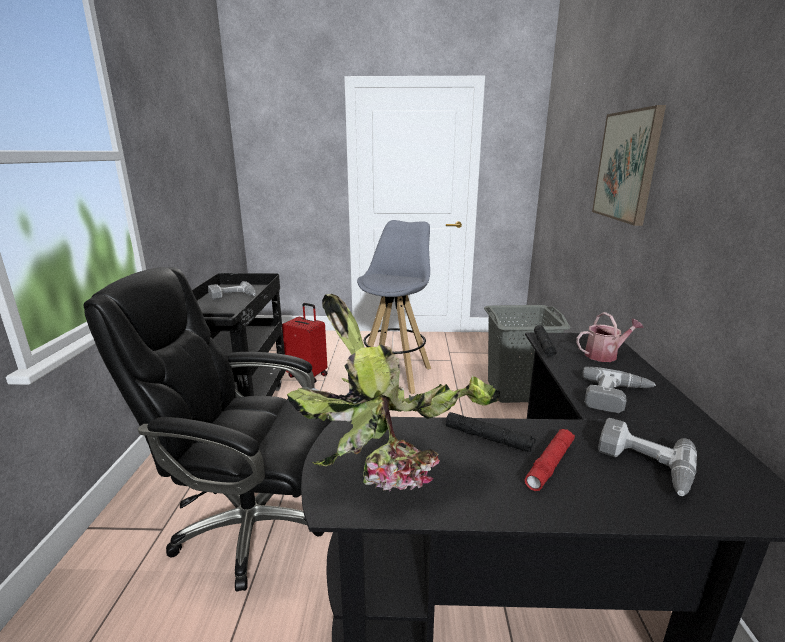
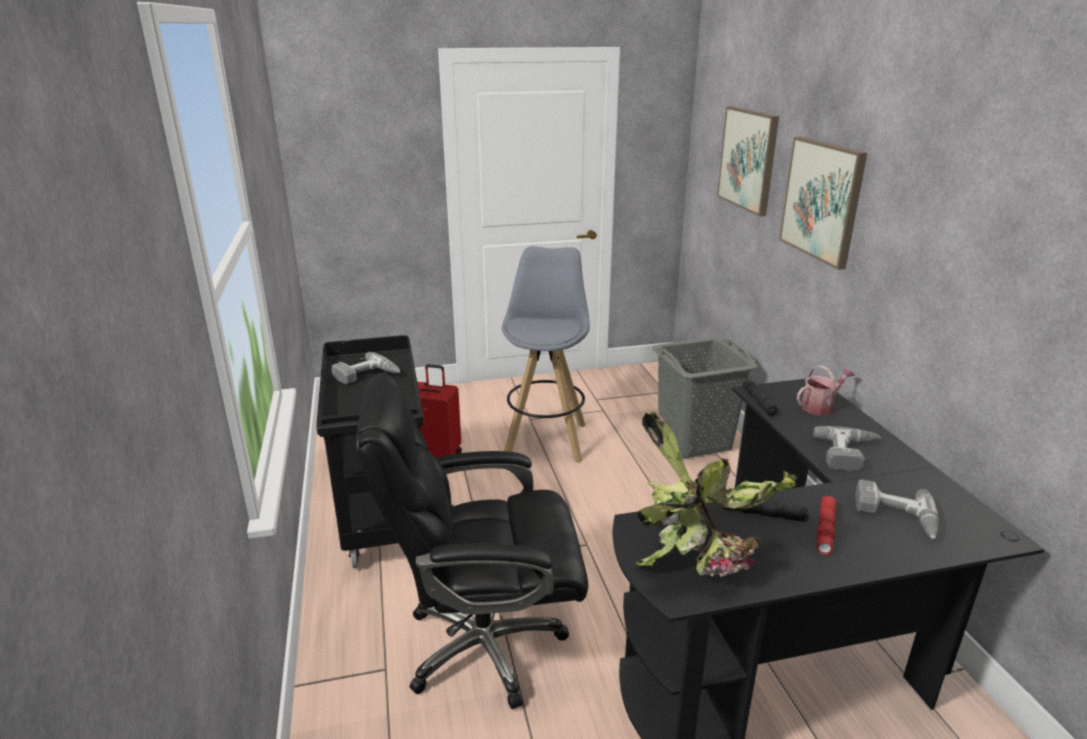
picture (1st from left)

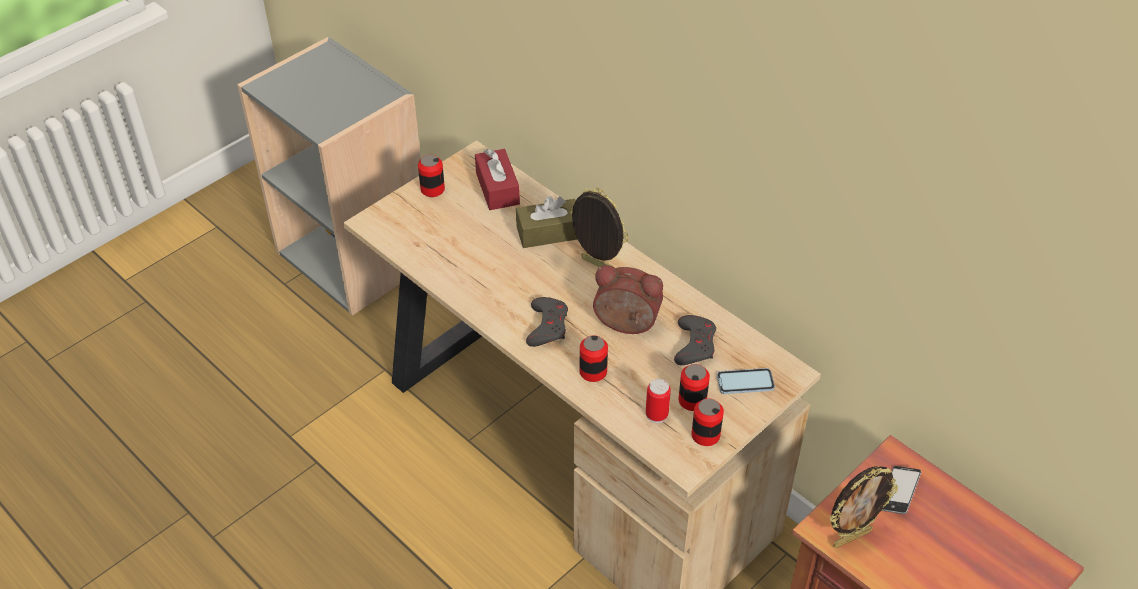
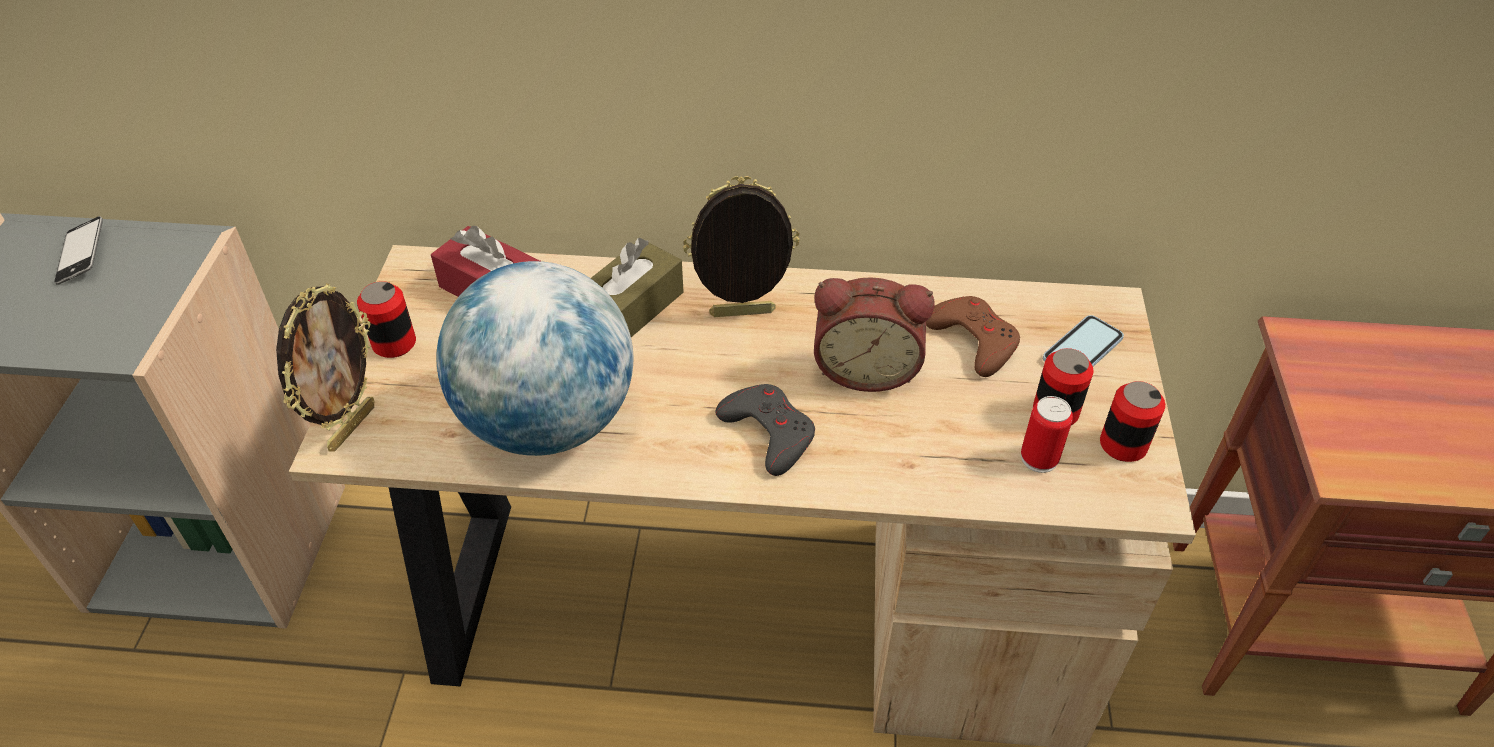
alarm clock
brown game controller
can (2nd from left in the first image)
picture frame (1st from left)
phone (1st from left)
globe

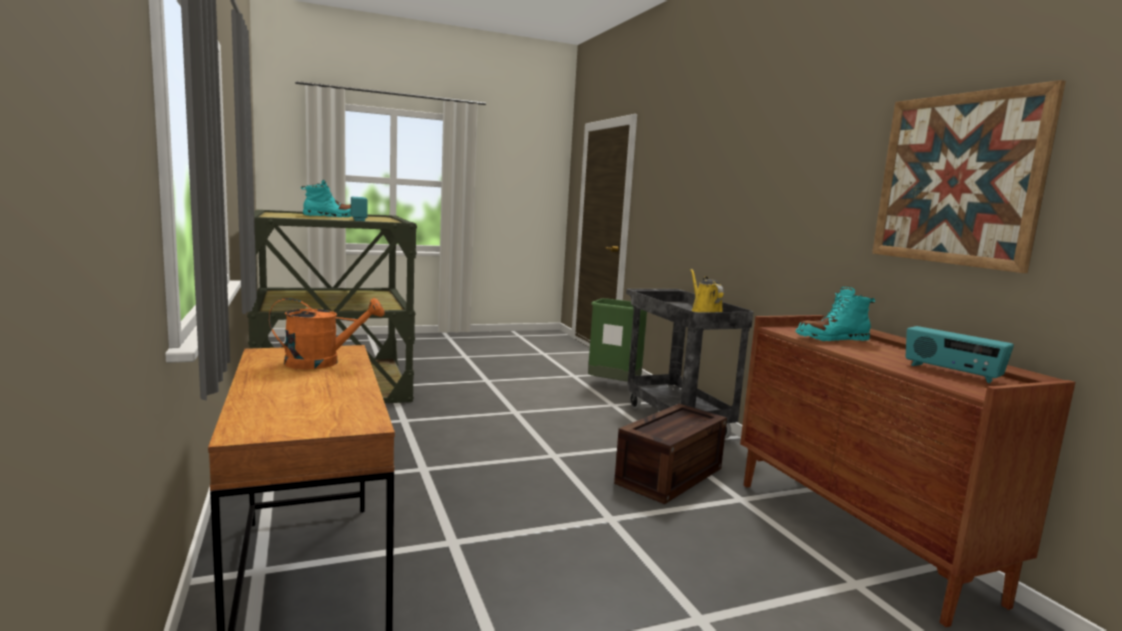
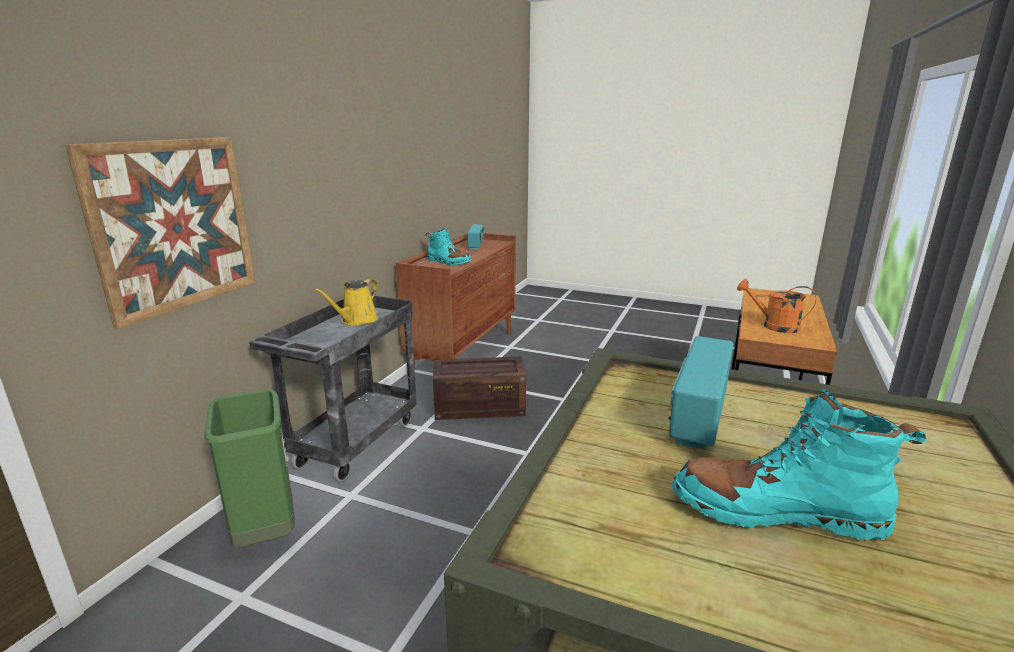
picture

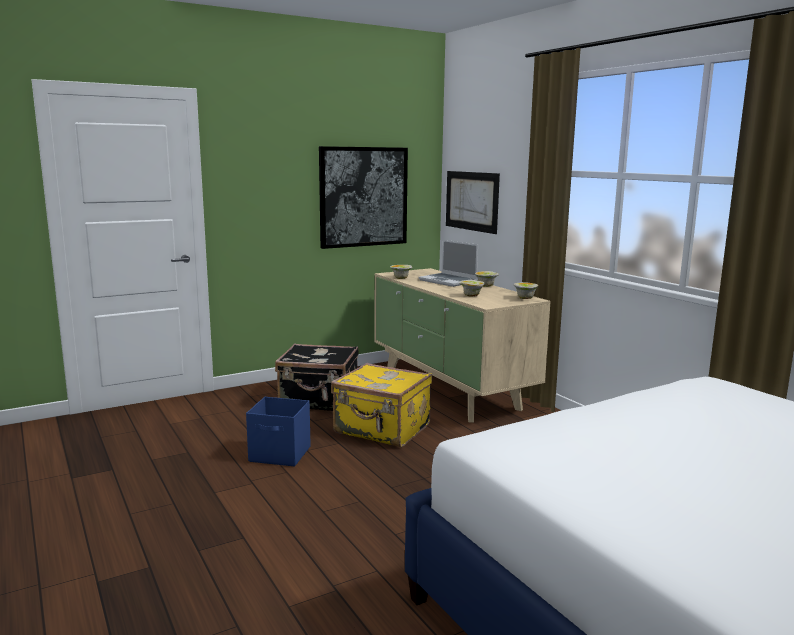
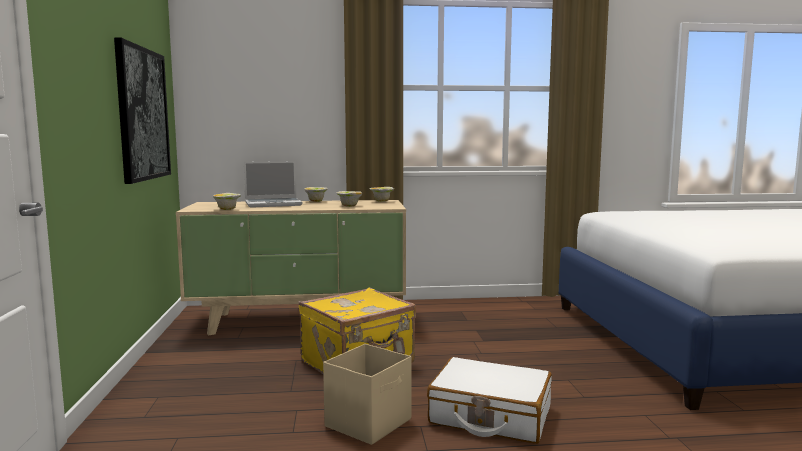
picture (2nd from left in the first image)
black suitcase
beige storage box
white suitcase

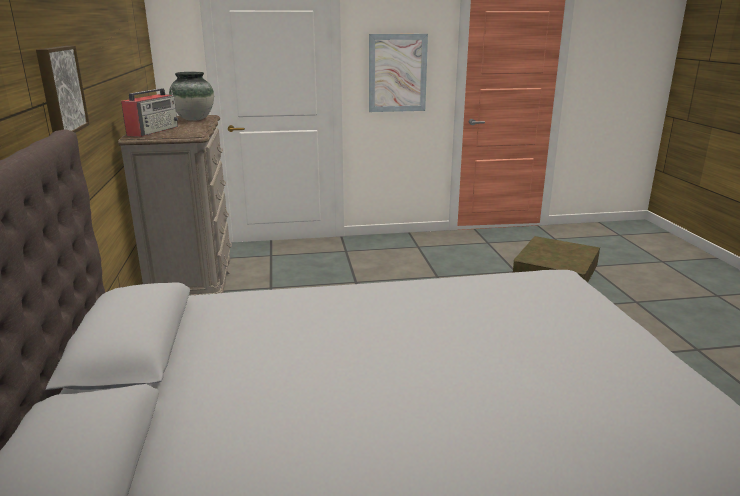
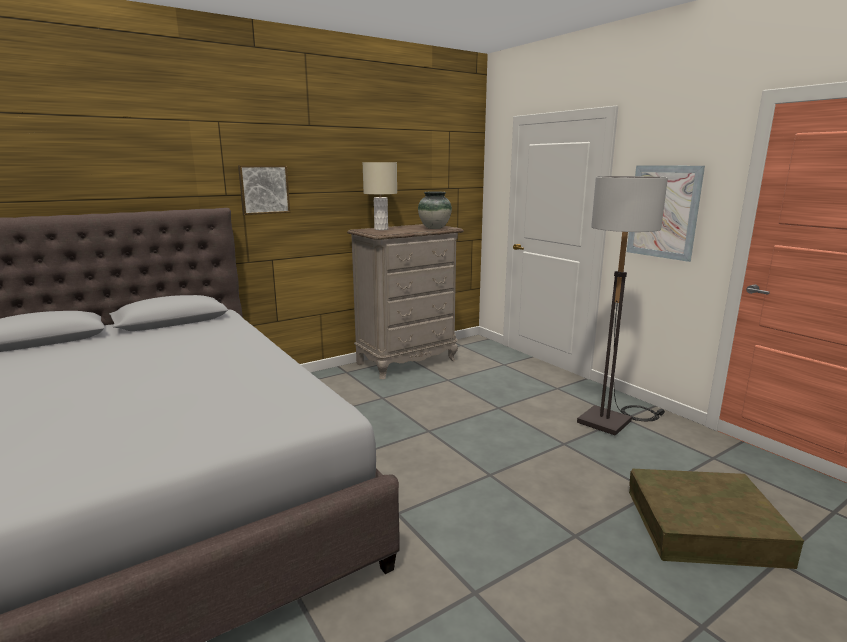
beige table lamp
floor lamp

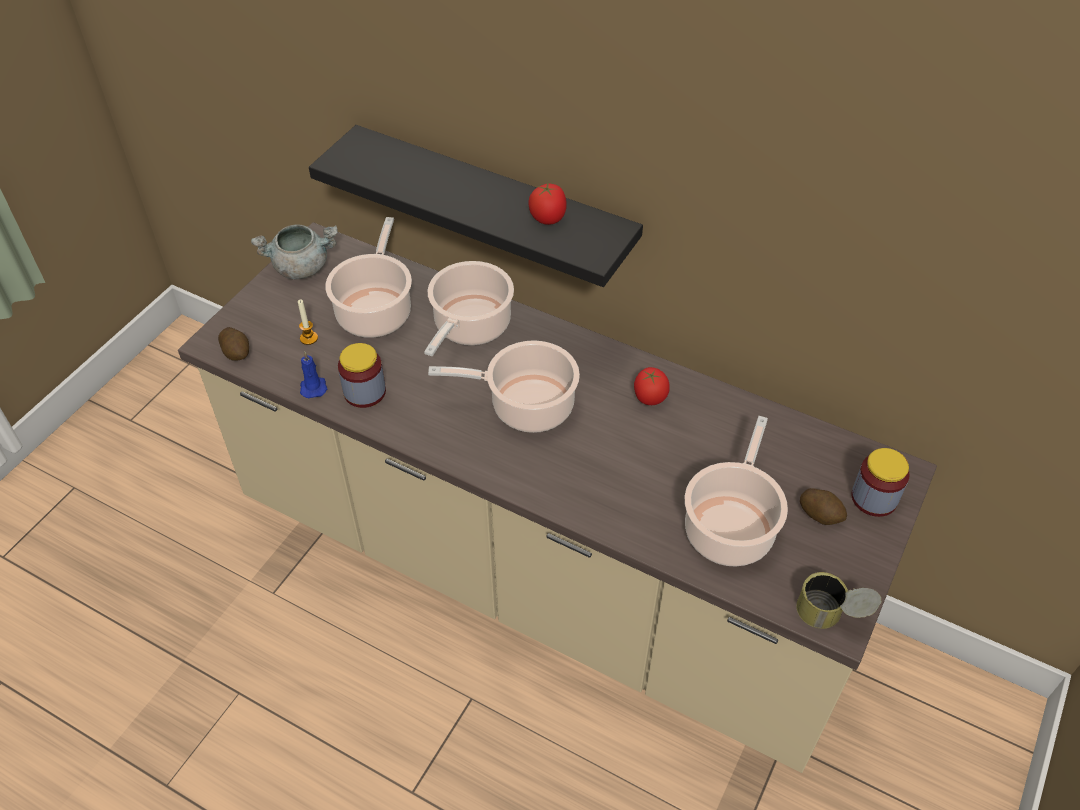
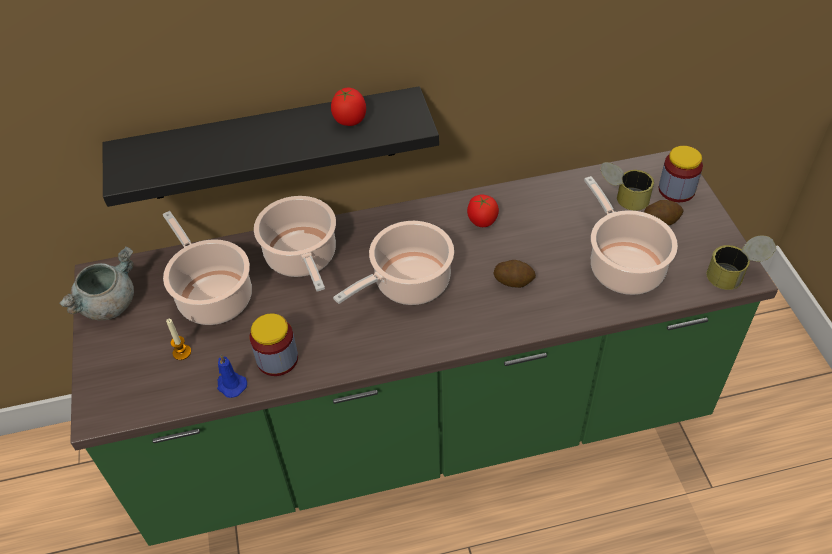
green counter
potato (1st from left)
can (1st from left)

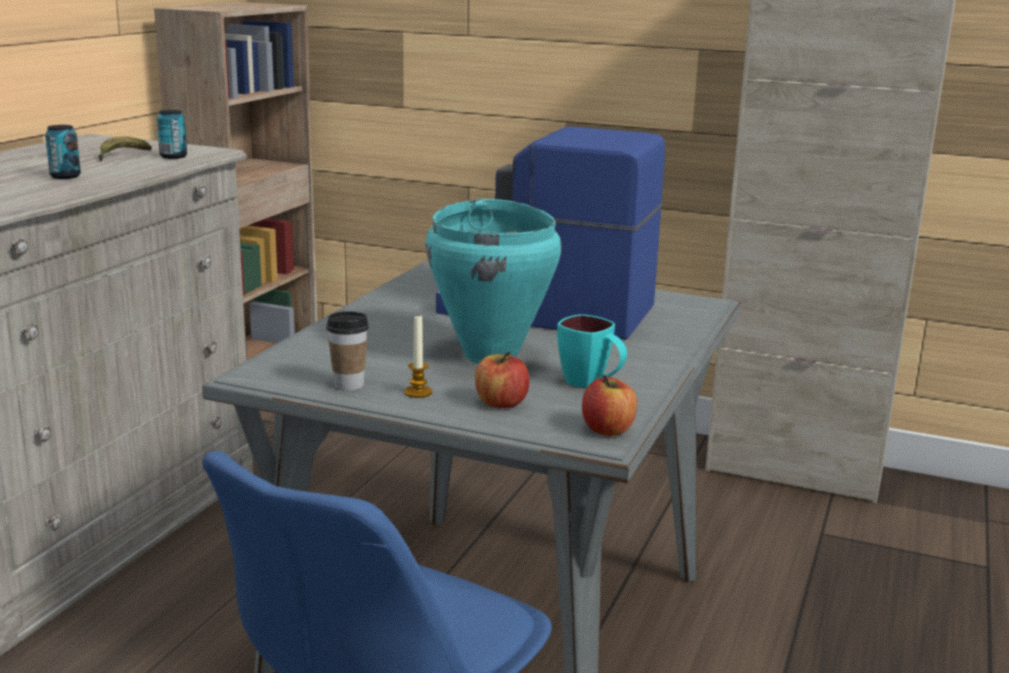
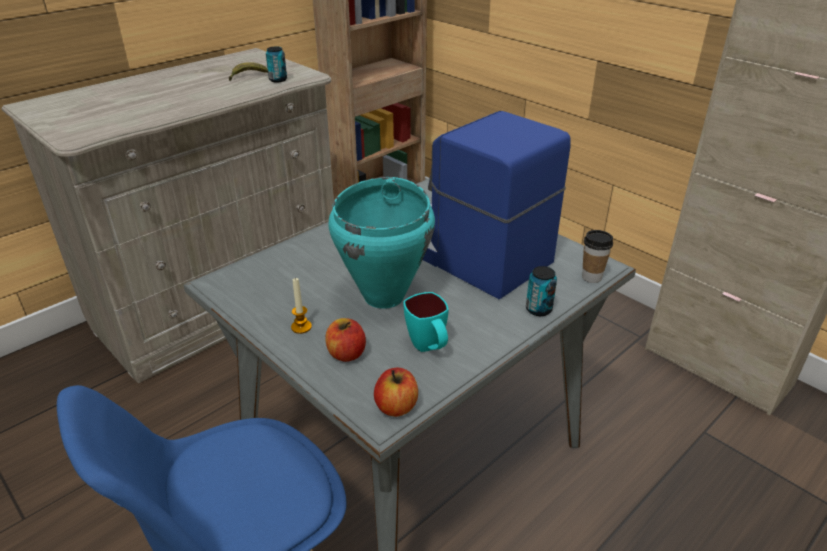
can (2nd from left)
cup

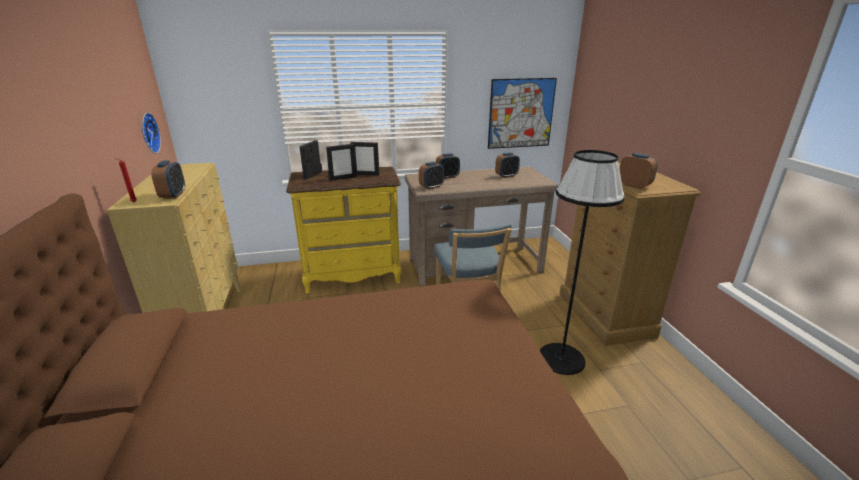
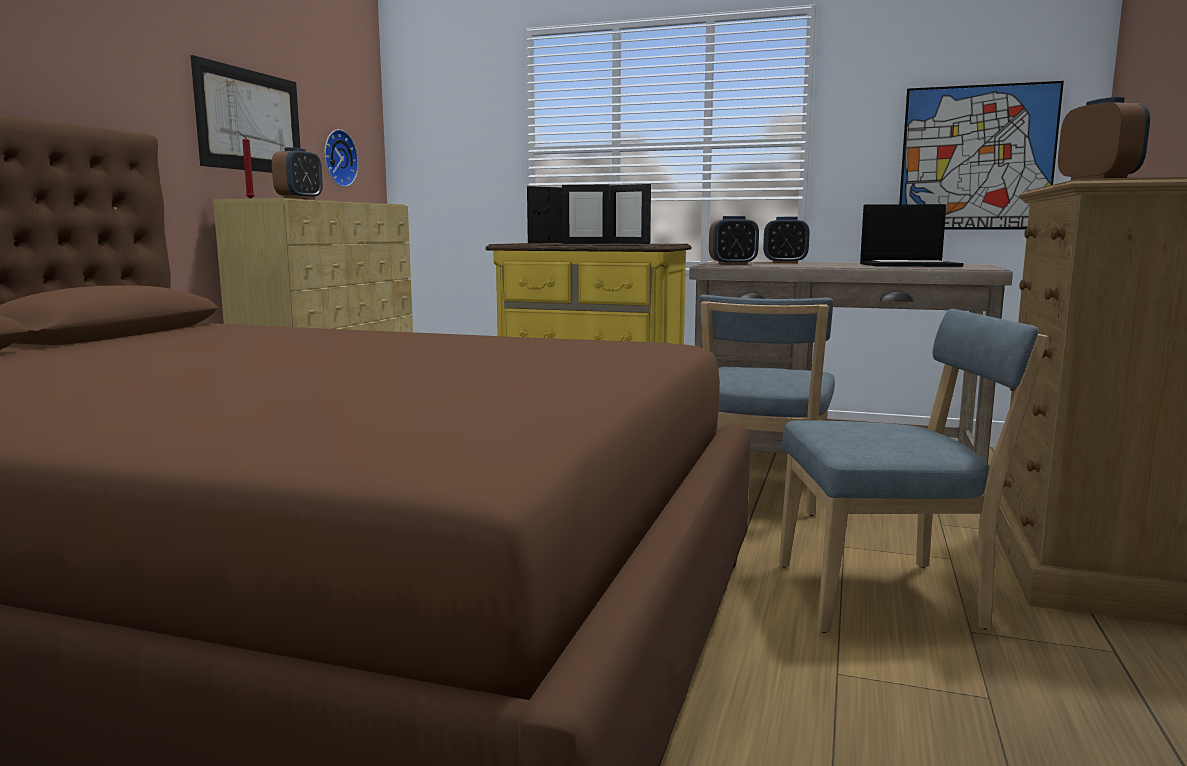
blue chair (2nd from left)
laptop
picture (1st from left)

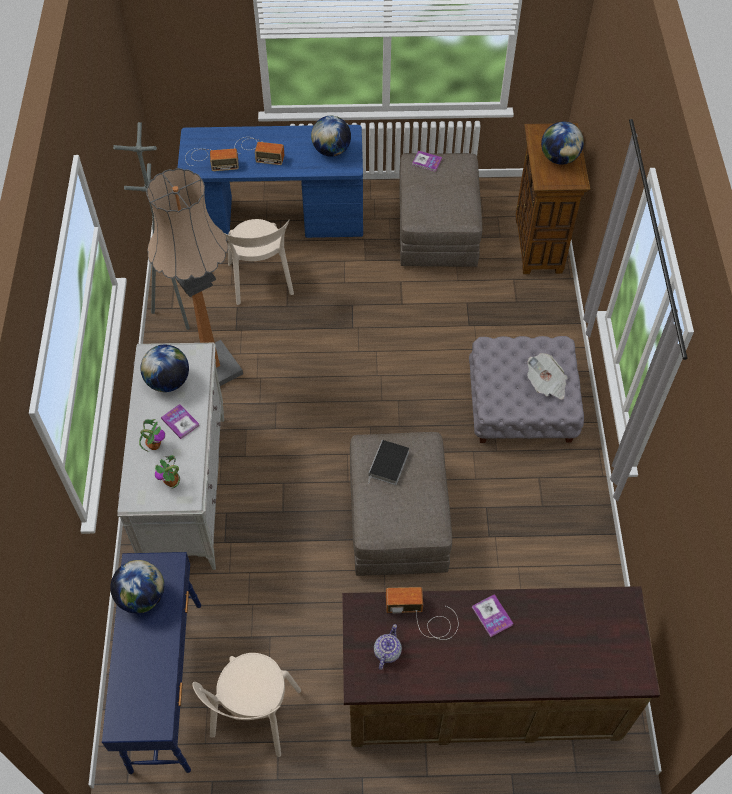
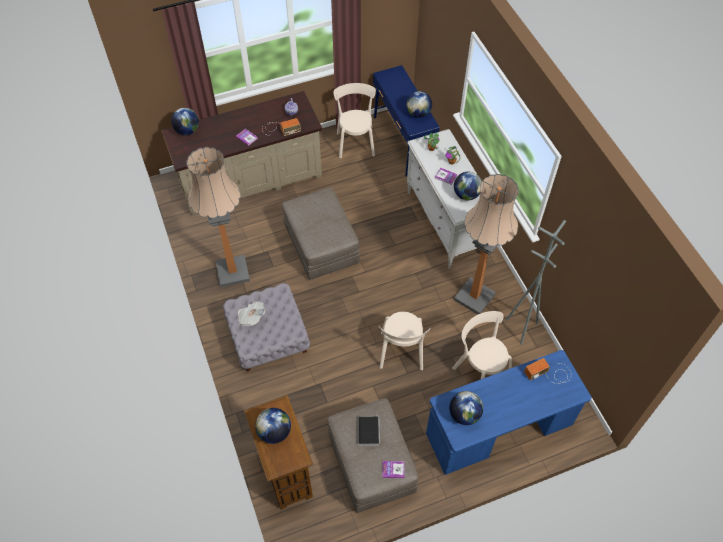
radio (2nd from left in the first image)
book (2nd from left)
globe (1st from left)
floor lamp (1st from left)
beige chair (2nd from left)

